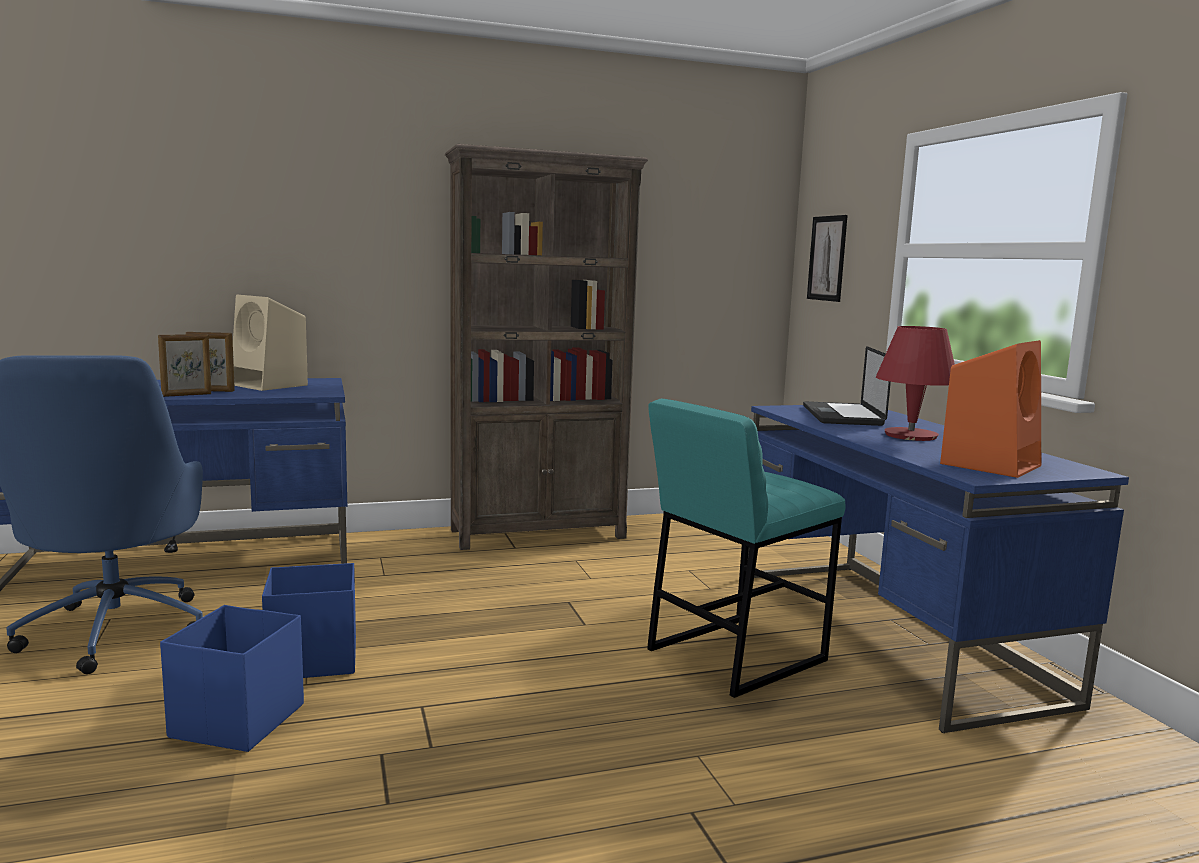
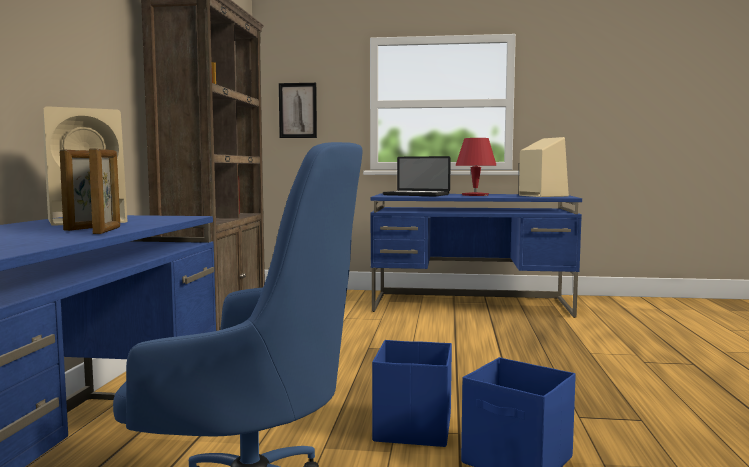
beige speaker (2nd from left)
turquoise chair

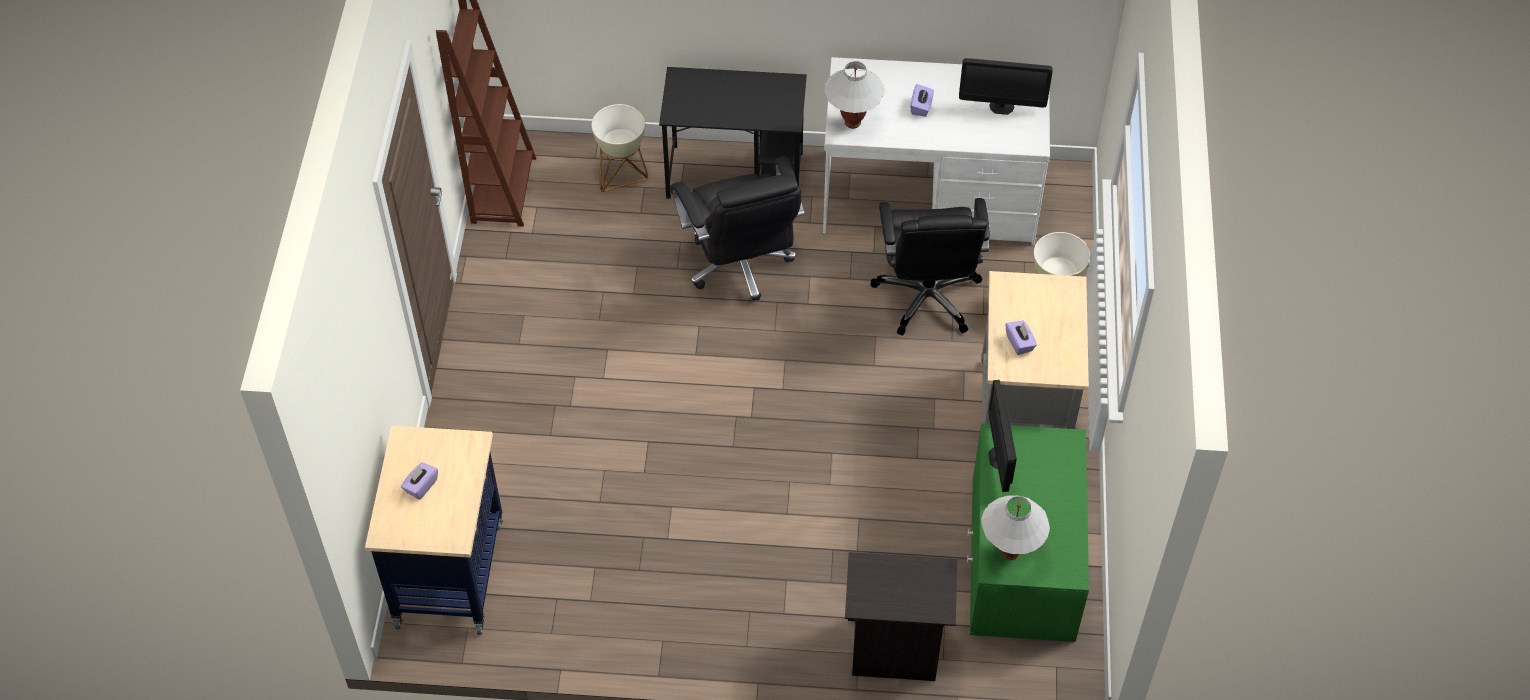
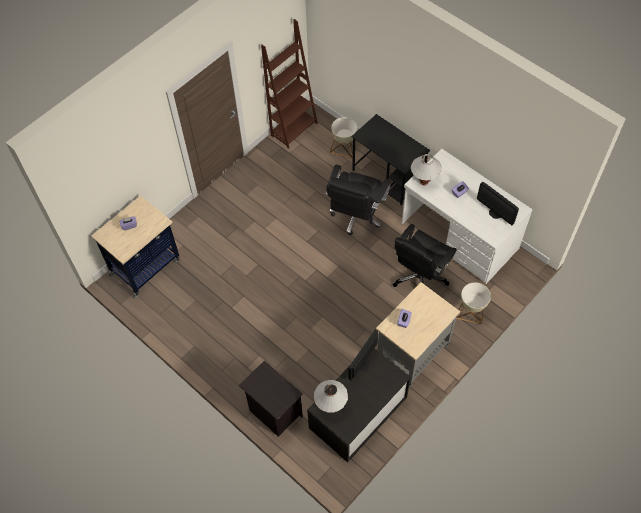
black cabinet

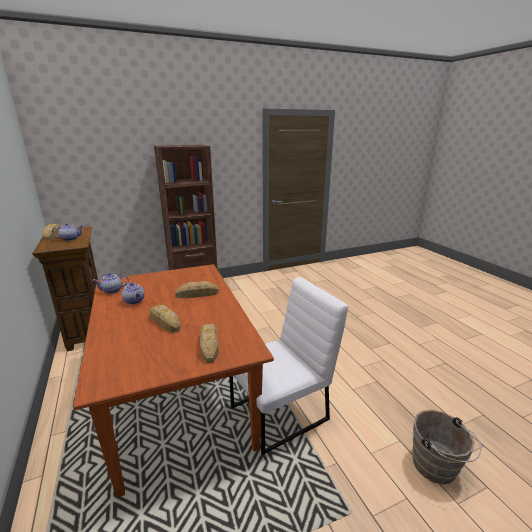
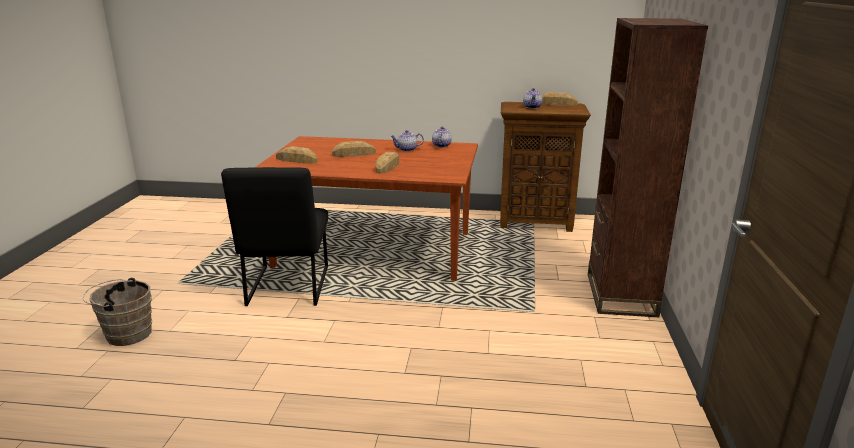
black chair

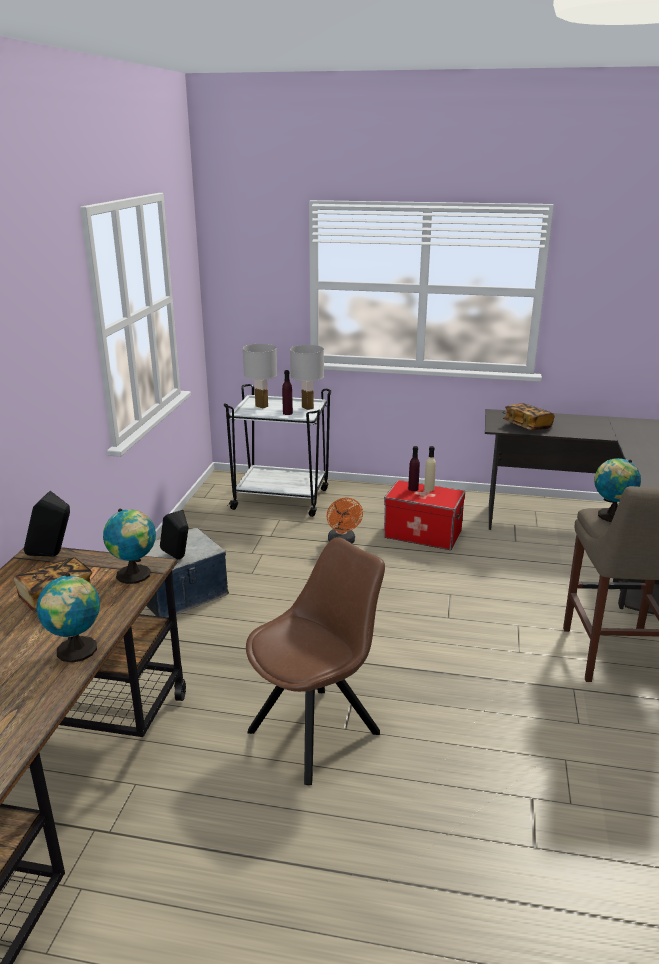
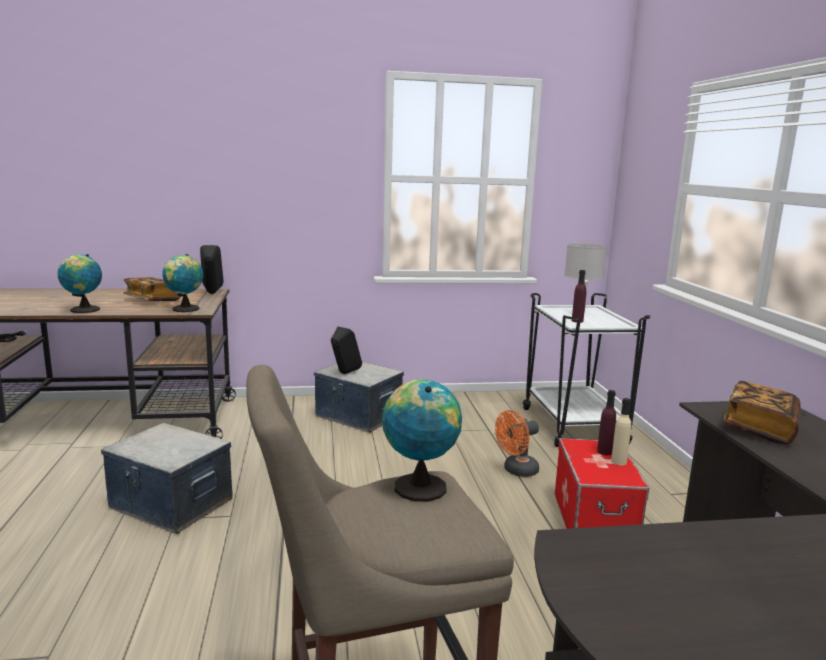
white table lamp (2nd from left in the first image)
storage box (1st from left)

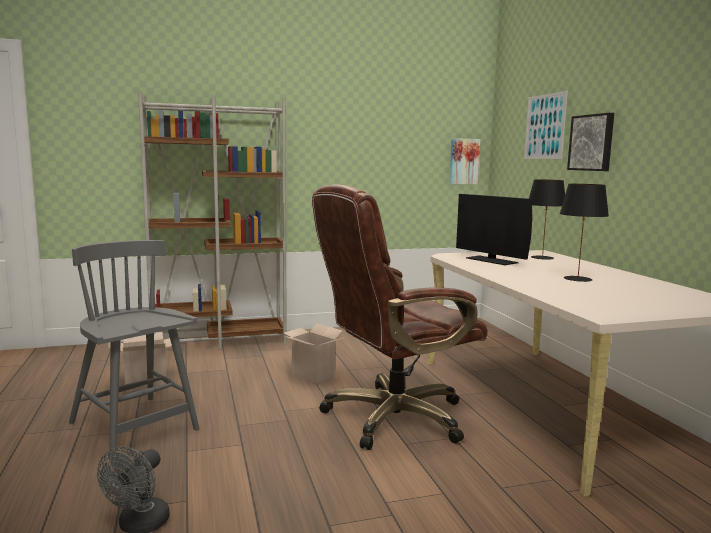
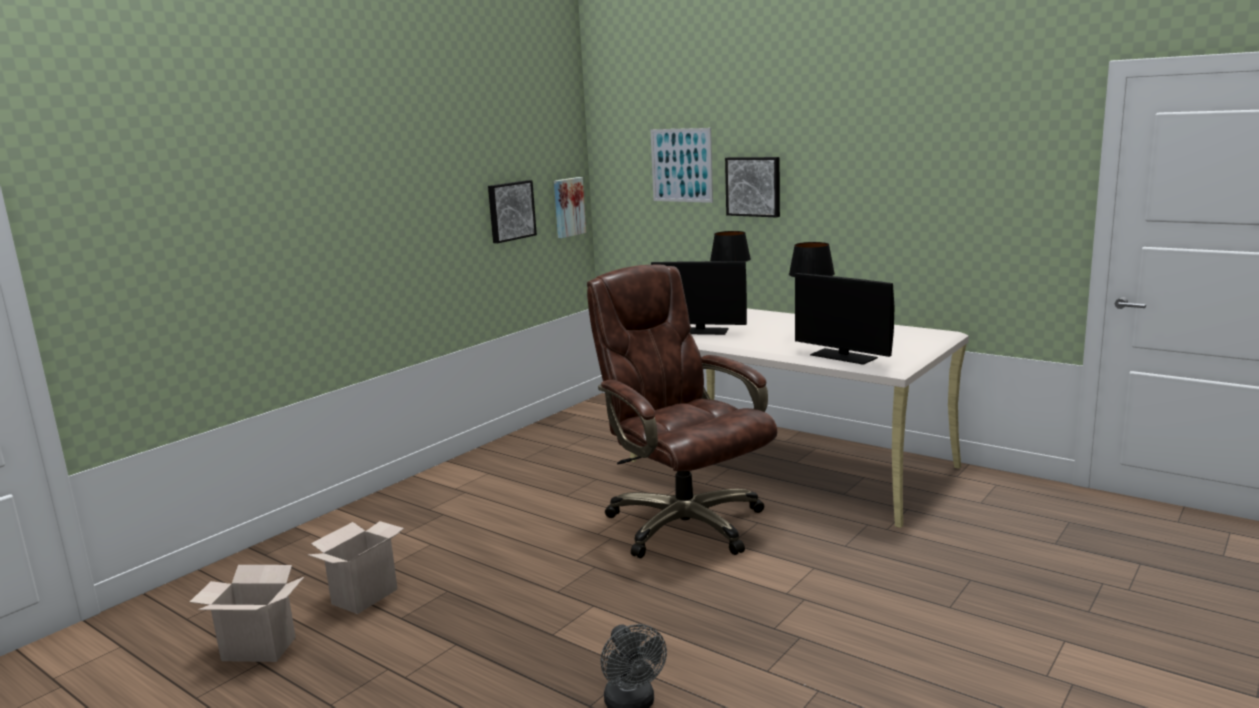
brown bookcase
brown office chair
grey chair
cardboard box (1st from left)
picture (1st from left)
monitor (2nd from left)

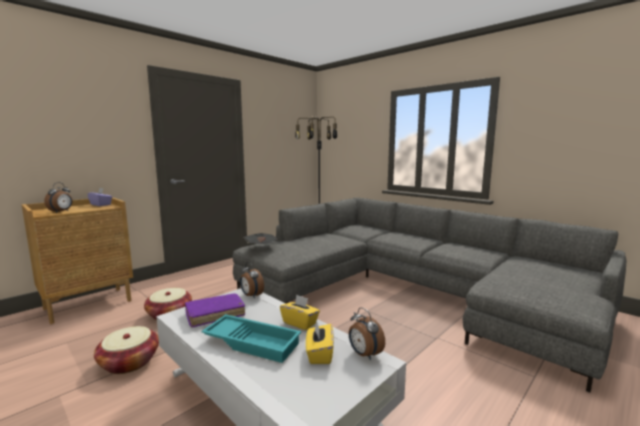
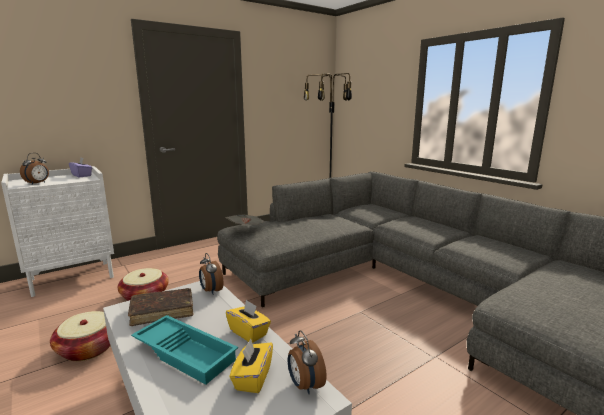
white cabinet
brown book

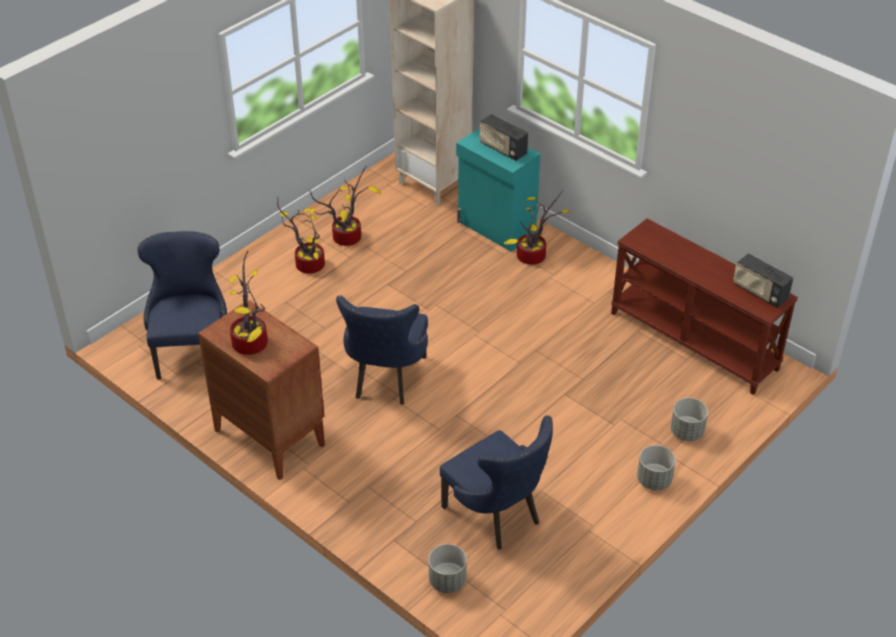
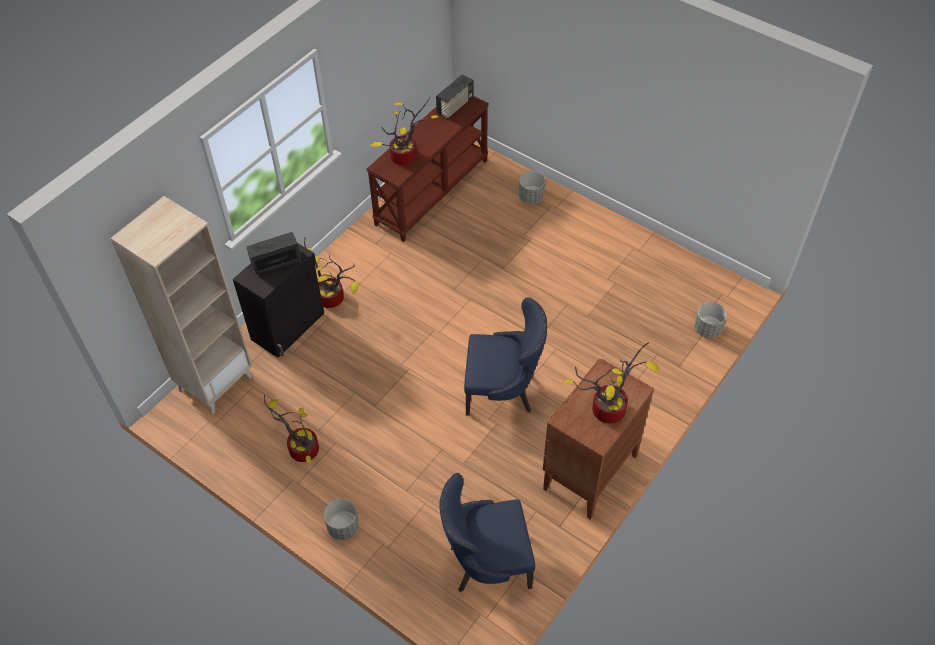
radio (1st from left)
black cabinet
potted plant (3rd from left)
blue chair (3rd from left in the first image)
grey planter (1st from left)

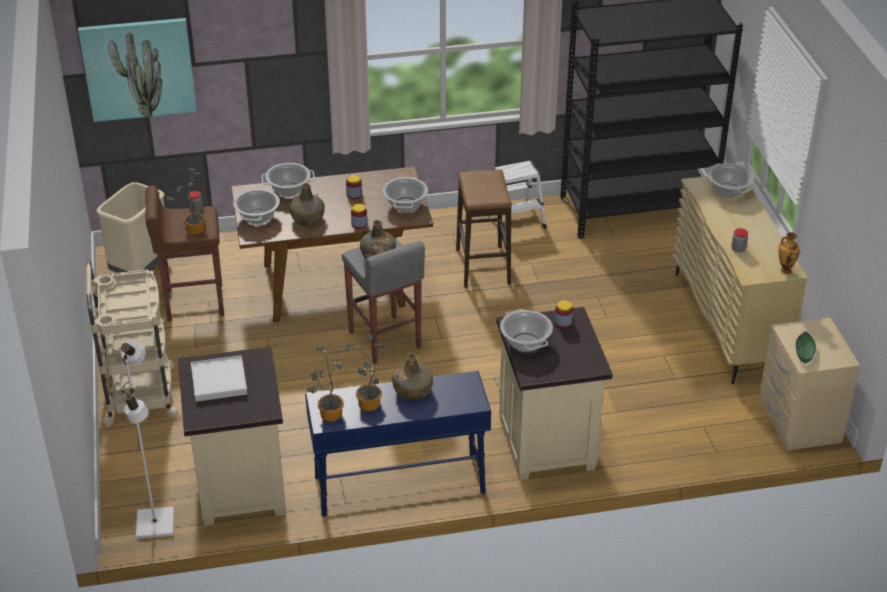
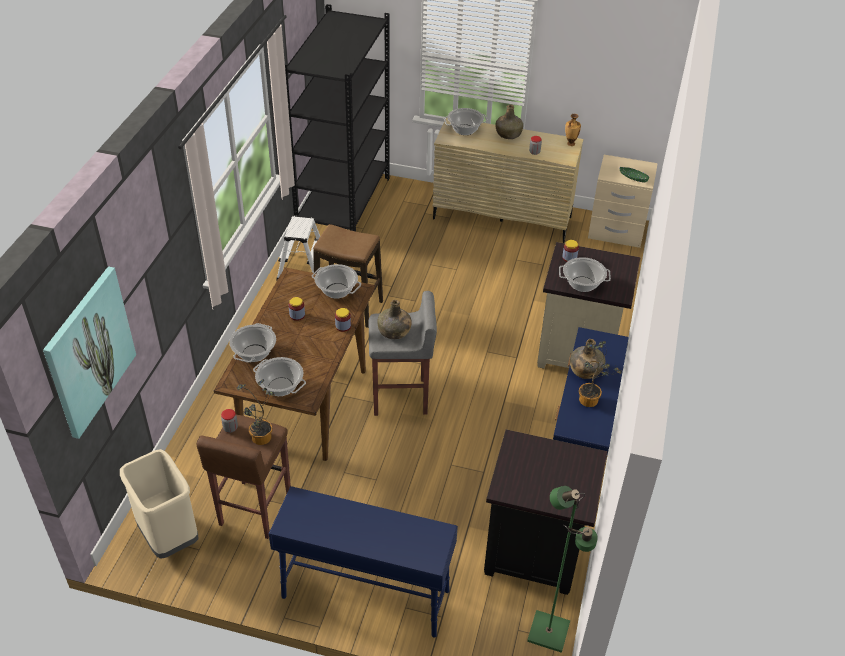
green bottle (2nd from left)
blue console table (1st from left)
green floor lamp
black cabinet
potted plant (2nd from left in the first image)
white tray

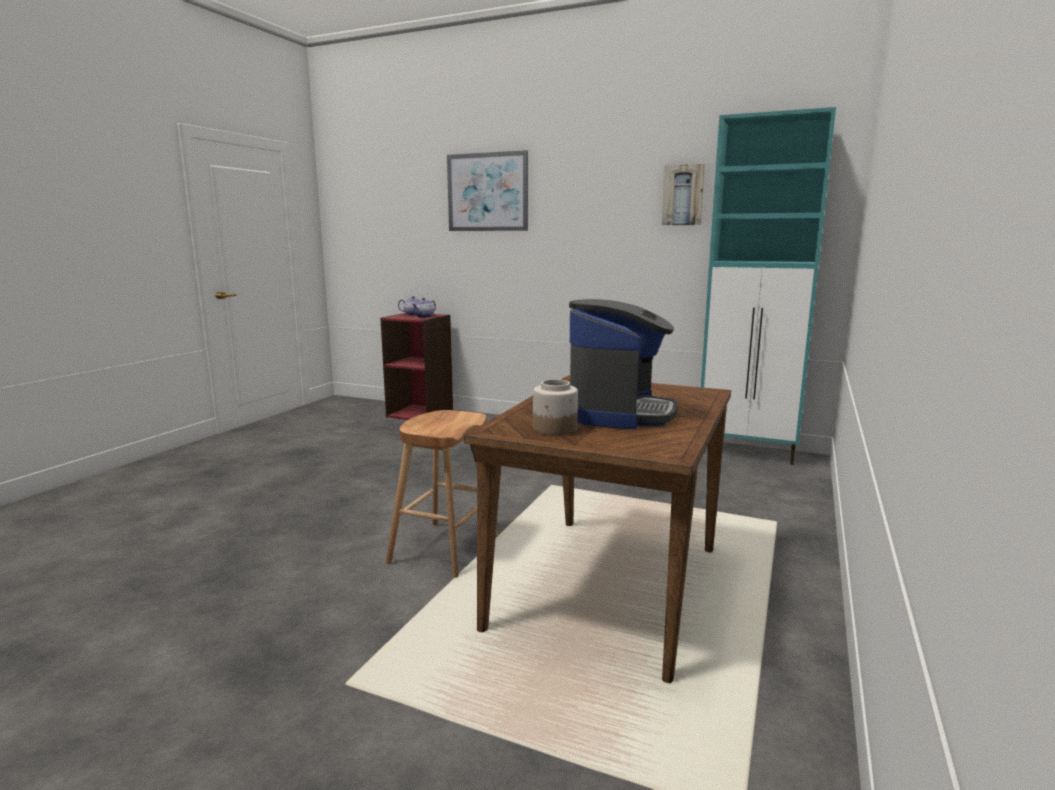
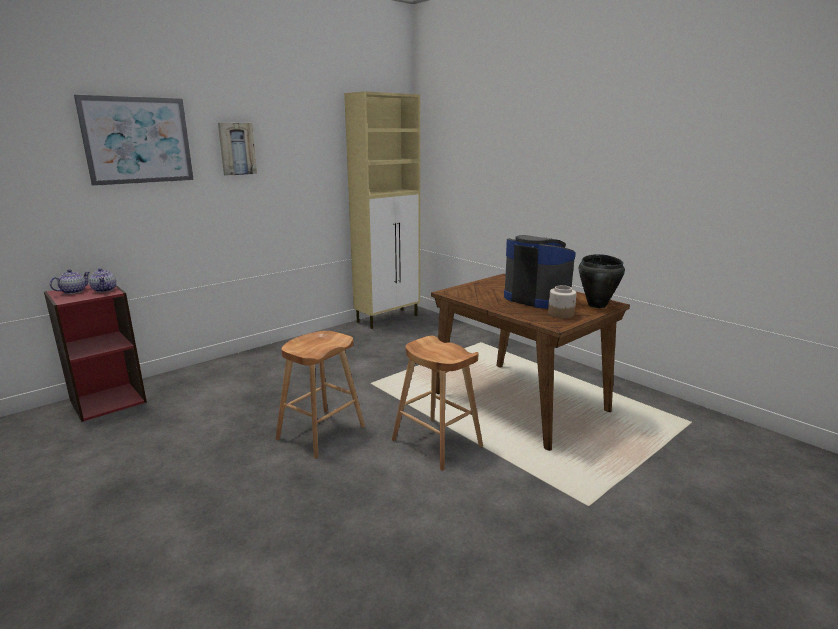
beige cabinet
picture (2nd from left)
black cooking pot
brown stool (1st from left)

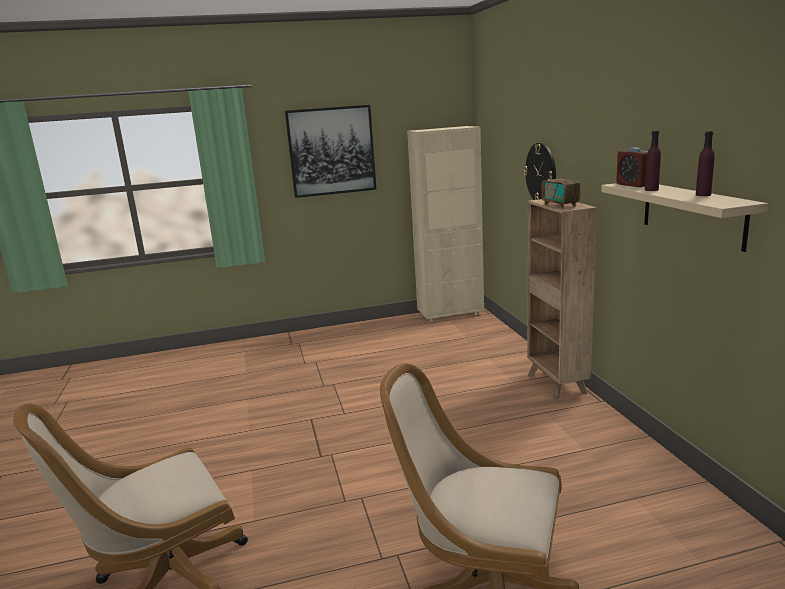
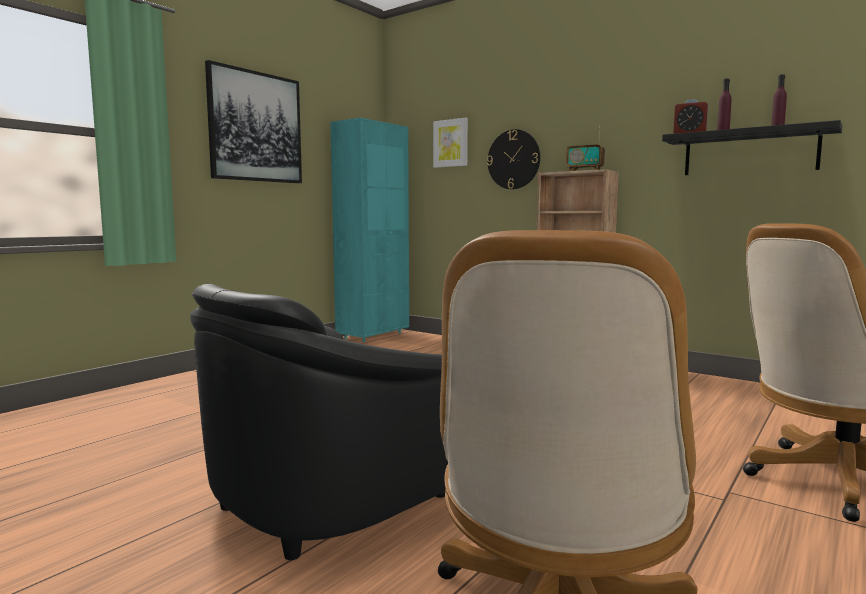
turquoise cabinet
black shelf
picture (2nd from left)
black armchair

